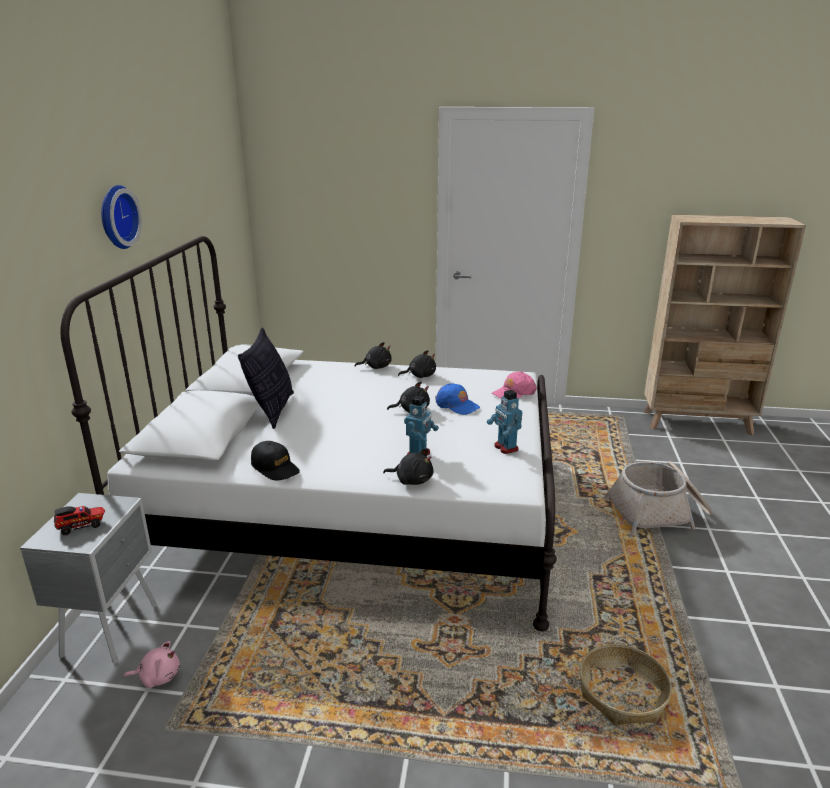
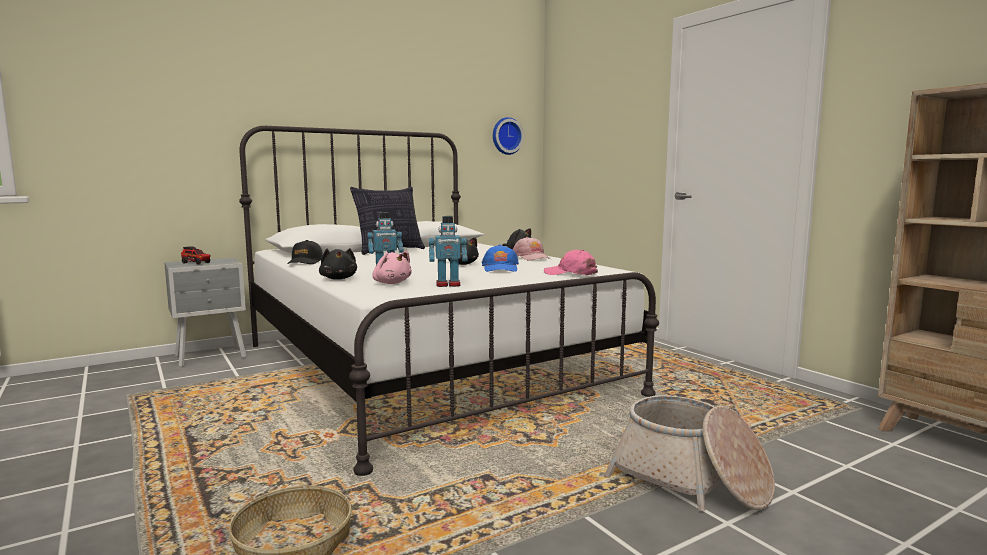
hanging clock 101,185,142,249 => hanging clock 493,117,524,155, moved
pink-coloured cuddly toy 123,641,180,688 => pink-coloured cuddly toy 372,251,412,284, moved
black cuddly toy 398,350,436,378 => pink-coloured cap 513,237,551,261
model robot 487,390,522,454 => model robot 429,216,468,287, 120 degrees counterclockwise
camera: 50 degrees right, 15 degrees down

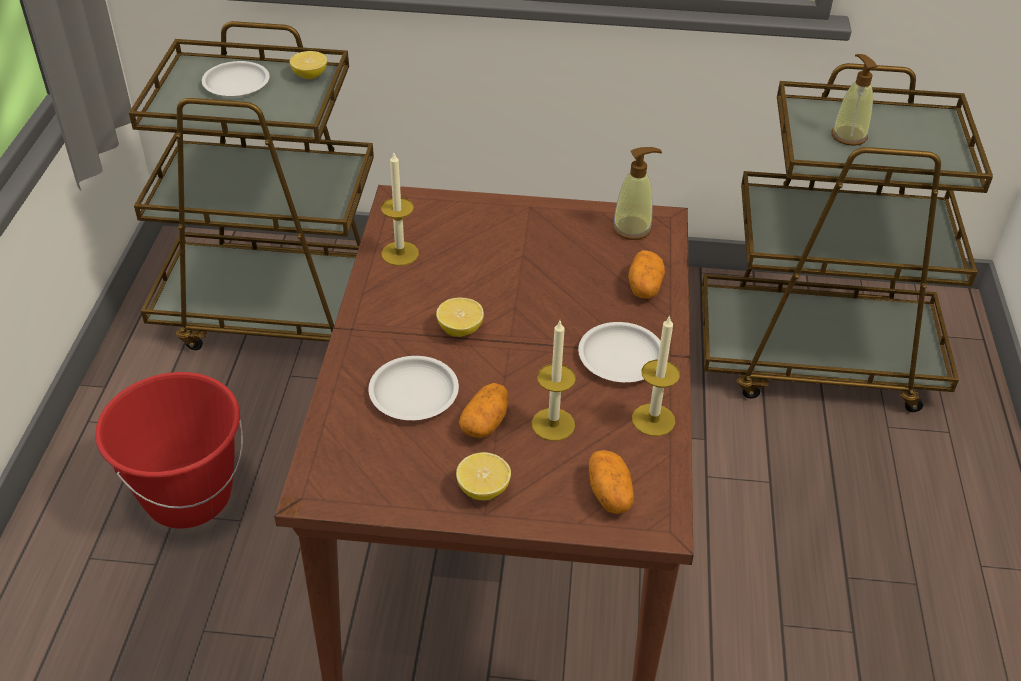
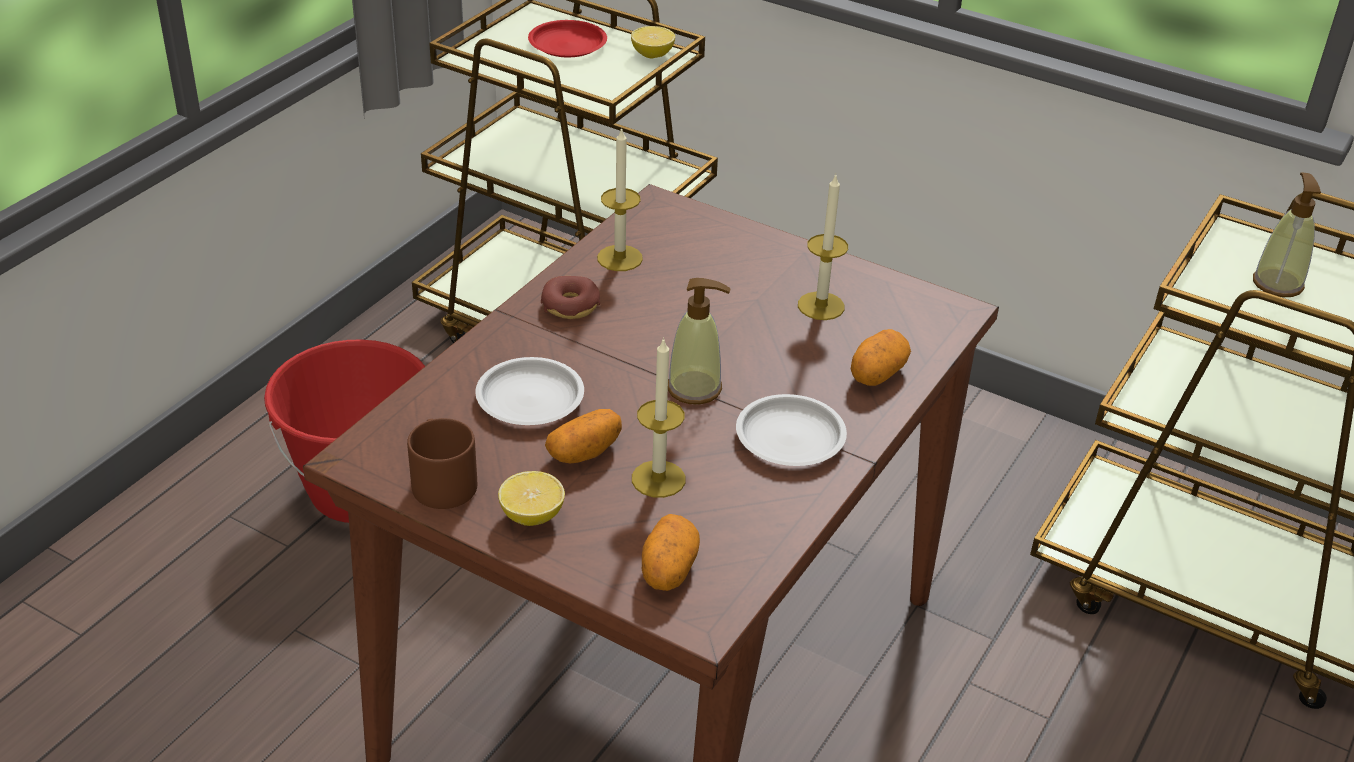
white-coloured flat dish 202,61,270,97 => reddish flat dish 528,20,607,57
citrus fruit 436,298,484,337 => nothing
soap dispenser 612,147,662,240 => soap dispenser 668,278,731,404, moved
wax light 632,315,680,436 => wax light 798,174,848,320, moved
nothing => brown-coloured tea mug 407,418,477,509
nothing => donut 541,276,600,319
camera: 25 degrees right, 5 degrees down

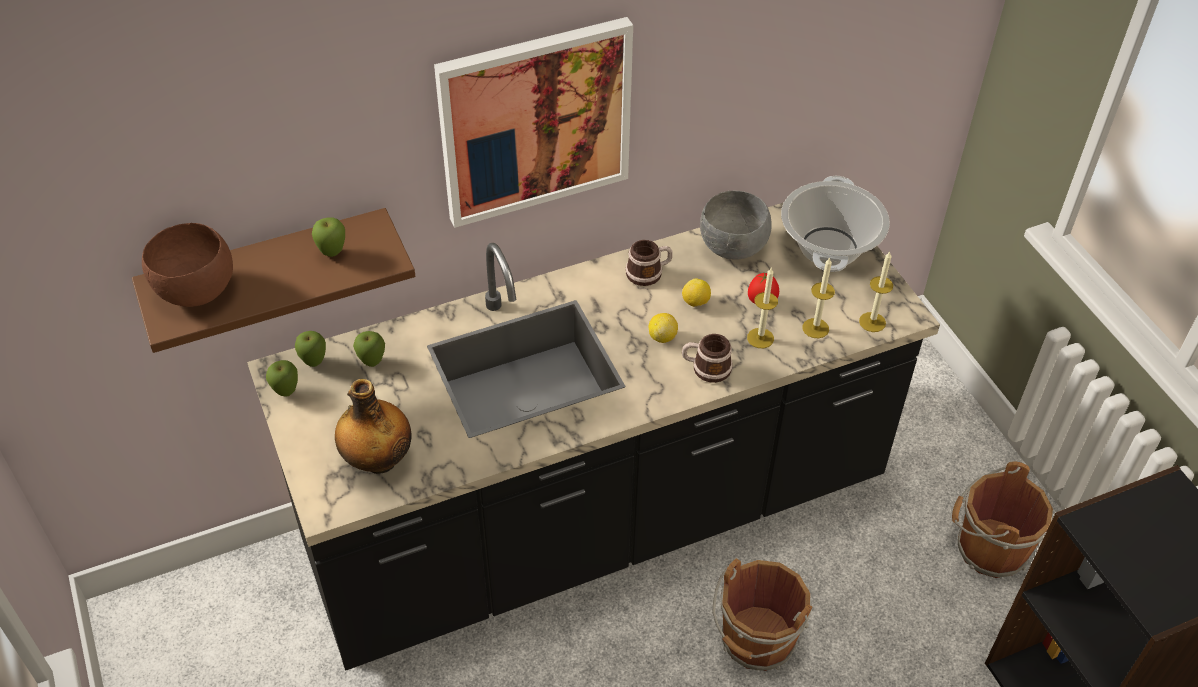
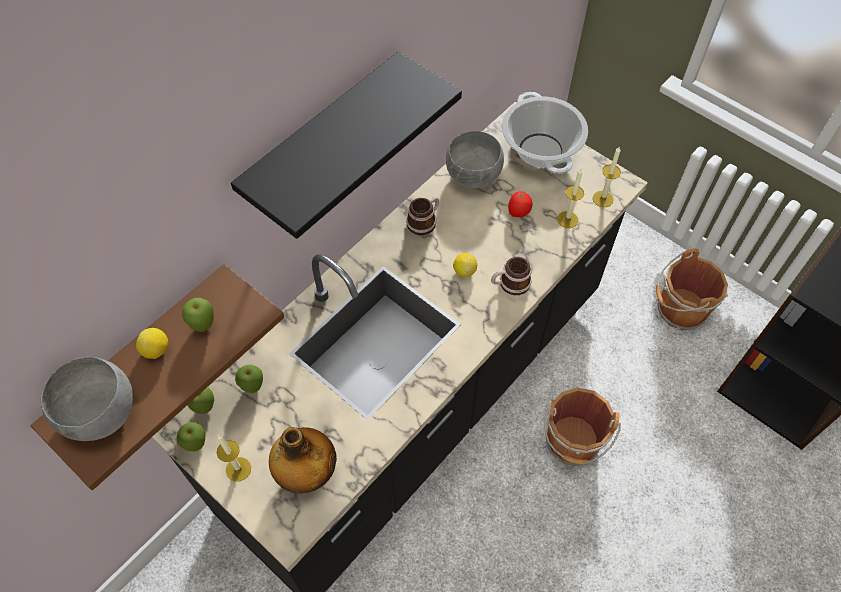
brown-coloured serving bowl 142,223,233,307 => gray serving bowl 41,357,133,441
wall art 434,17,633,228 => black wall shelf 231,52,462,239
citrus fruit 682,278,711,307 => citrus fruit 136,328,168,359, moved
wax light 747,268,778,348 => wax light 217,434,251,482, moved
camera: 25 degrees left, 10 degrees up

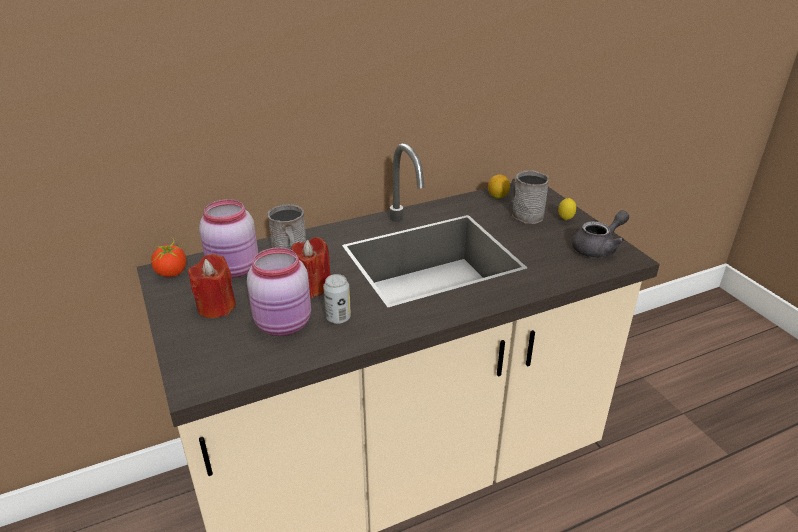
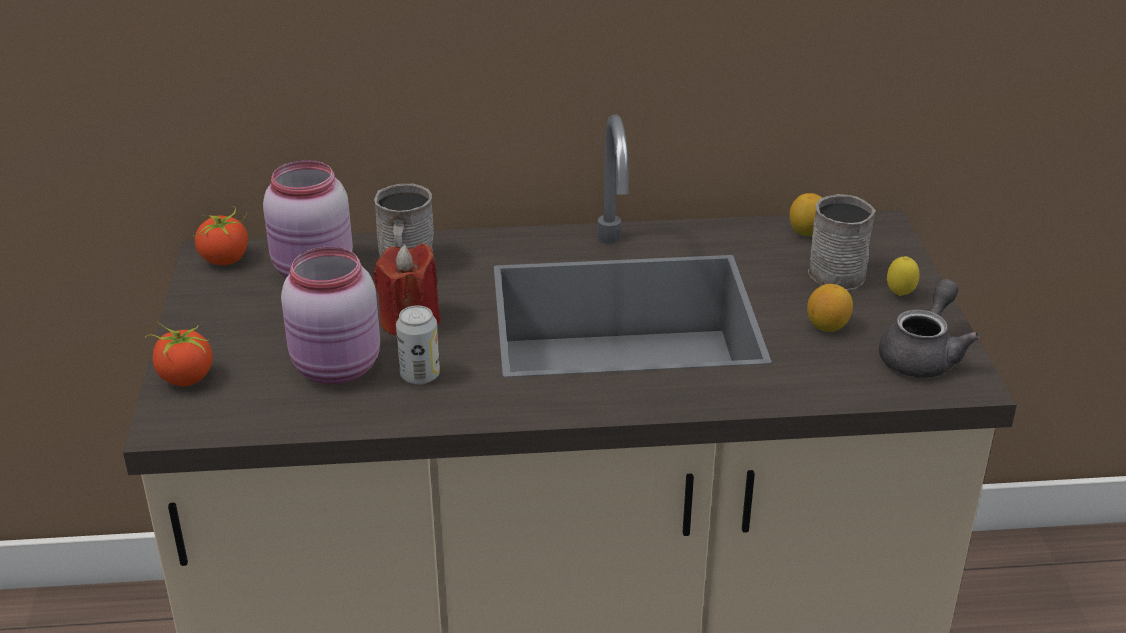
reddish wax light 188,254,236,318 => nothing
gray teapot 572,211,629,258 => gray teapot 879,279,980,378, 45 degrees counterclockwise
nothing => tomato 145,321,213,387
nothing => citrus fruit 807,284,853,332
camera: 20 degrees right, 0 degrees up

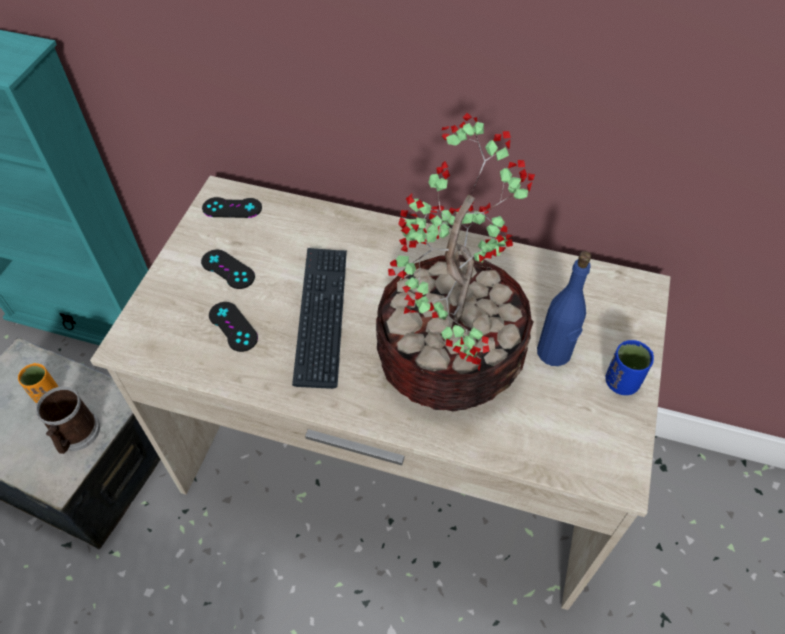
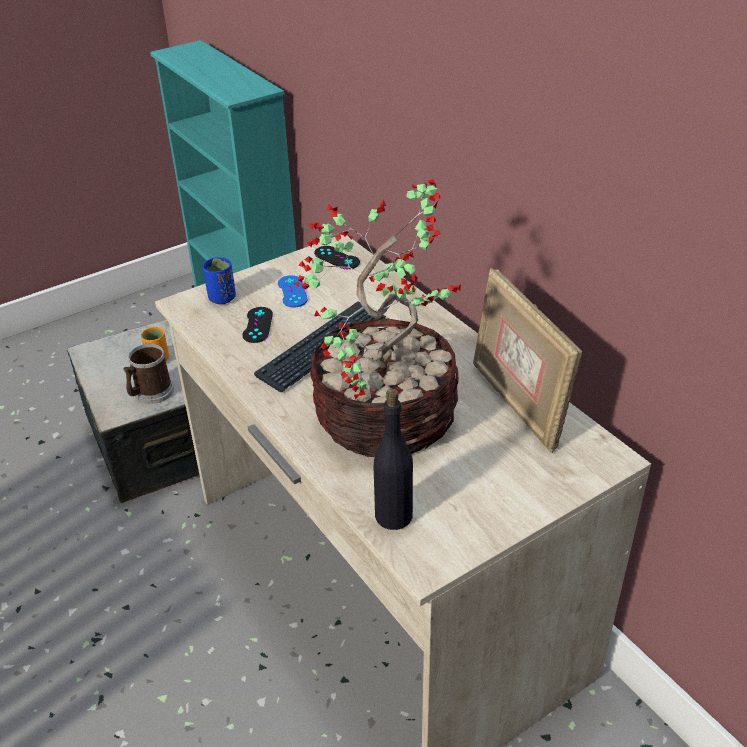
black game controller 201,250,255,289 => blue game controller 278,275,308,308
blue bottle 537,251,591,366 => nothing
blue drinking cup 605,340,654,395 => blue drinking cup 203,257,236,304, moved
nothing => black bottle 374,389,413,530
nothing => picture frame 473,268,582,453
camera: 40 degrees right, 15 degrees down

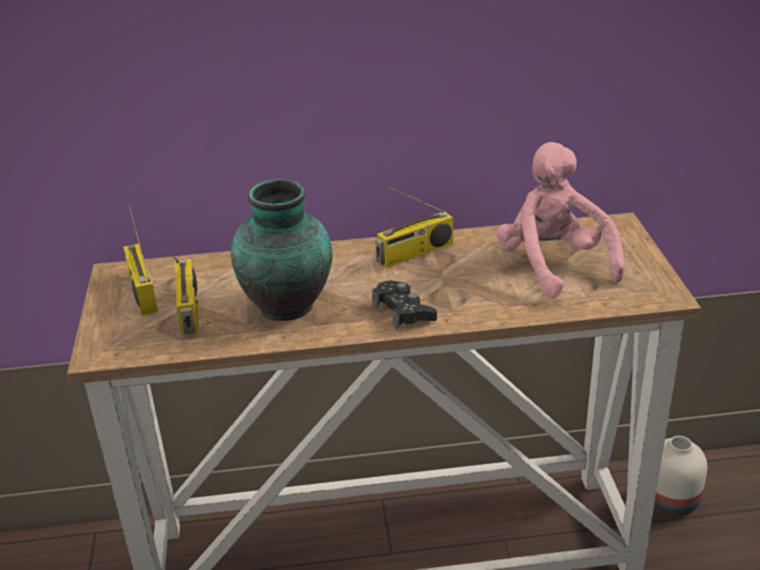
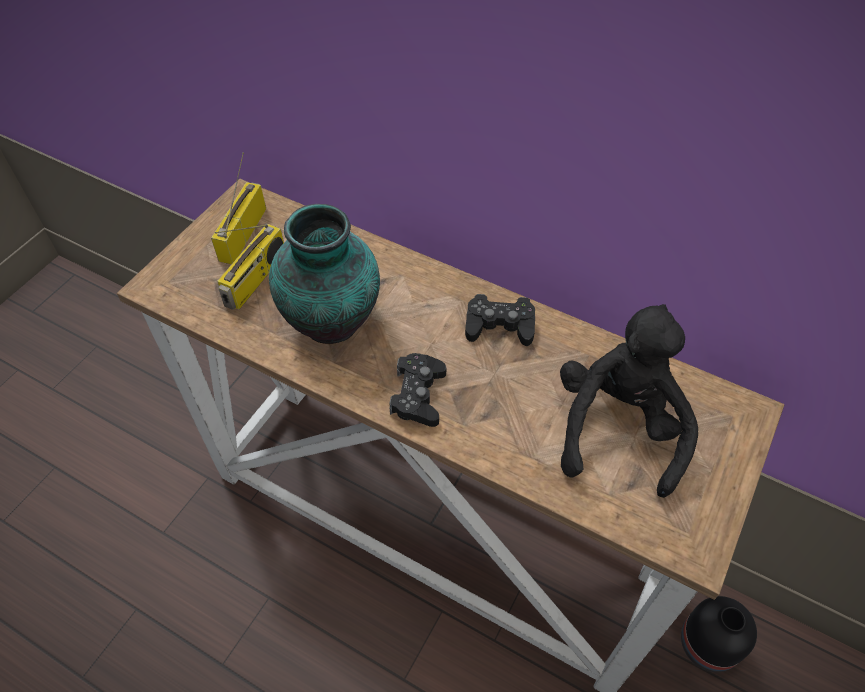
radio 375,186,453,268 => black game controller 465,294,535,346
pink-coloured cuddly toy 496,142,625,299 => black cuddly toy 560,304,698,498
white-coloured decorative vase 654,436,707,517 => black decorative vase 681,596,757,672
camera: 35 degrees right, 20 degrees up

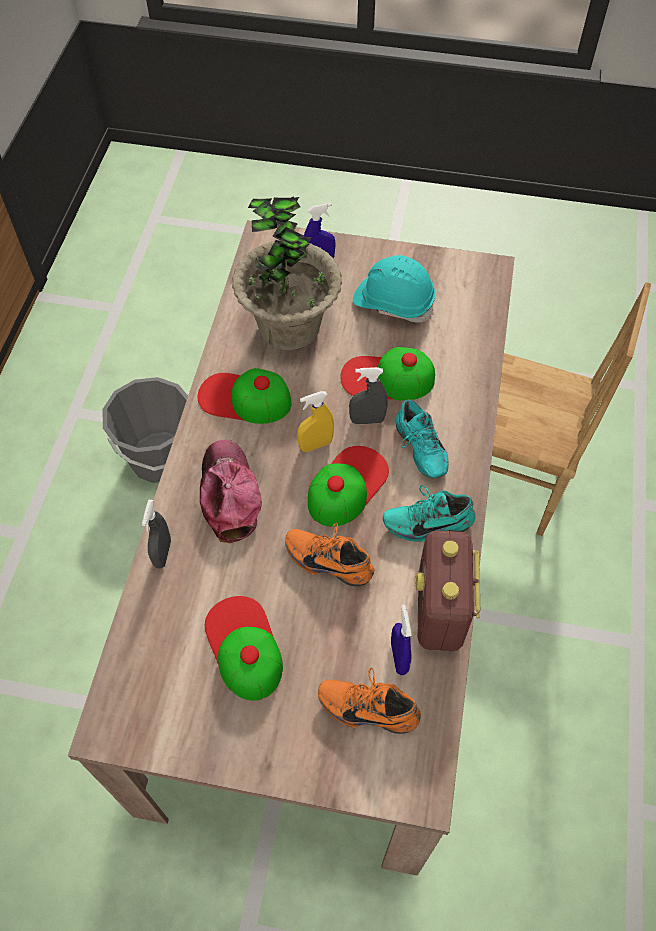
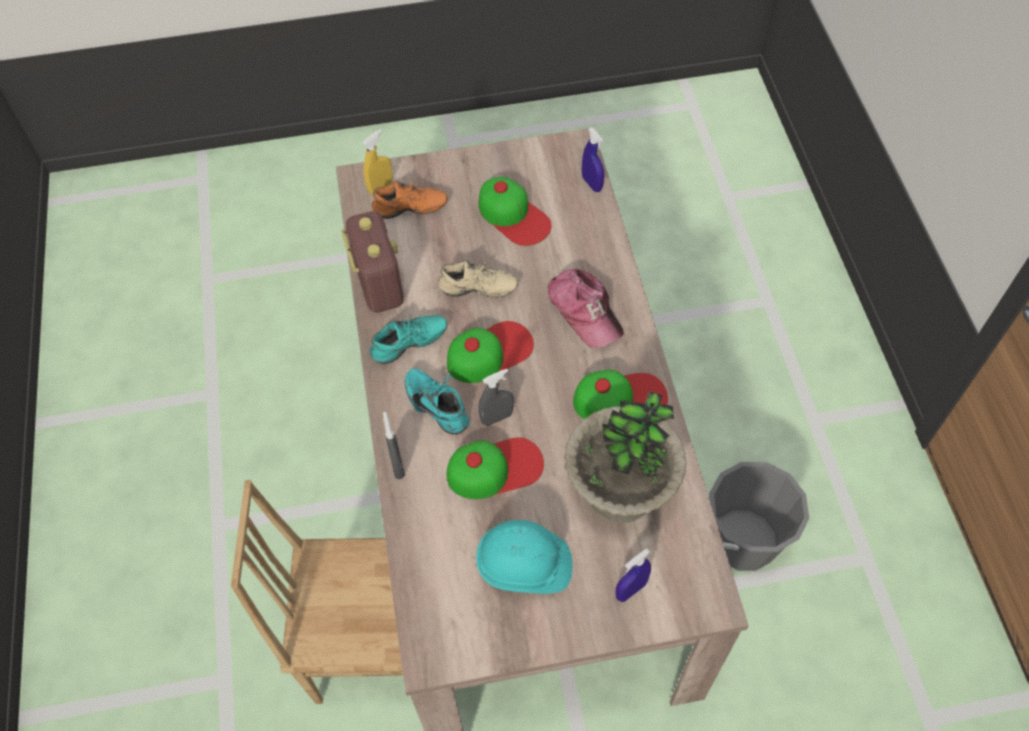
gray spray bottle 142,499,171,569 => gray spray bottle 383,412,405,479, moved
orange-coloured shoe 285,522,375,586 => sand-coloured shoe 438,260,518,298
yellowish spray bottle 297,391,334,452 => yellowish spray bottle 363,129,393,195, moved
cap 308,446,389,527 => cap 447,321,534,383, 135 degrees counterclockwise
blue spray bottle 391,604,412,675 => blue spray bottle 582,127,604,192, moved
camera: 160 degrees right, 0 degrees up

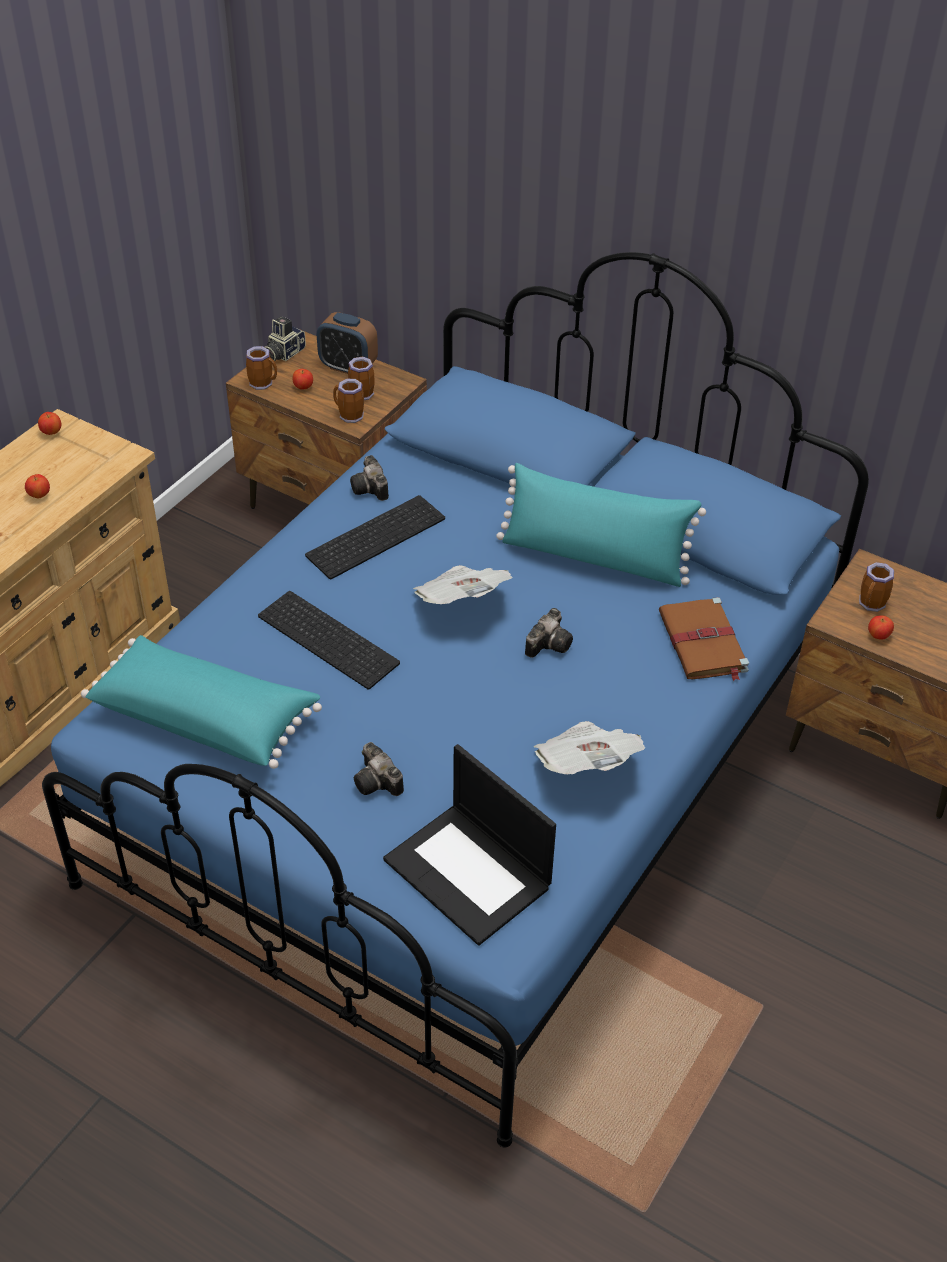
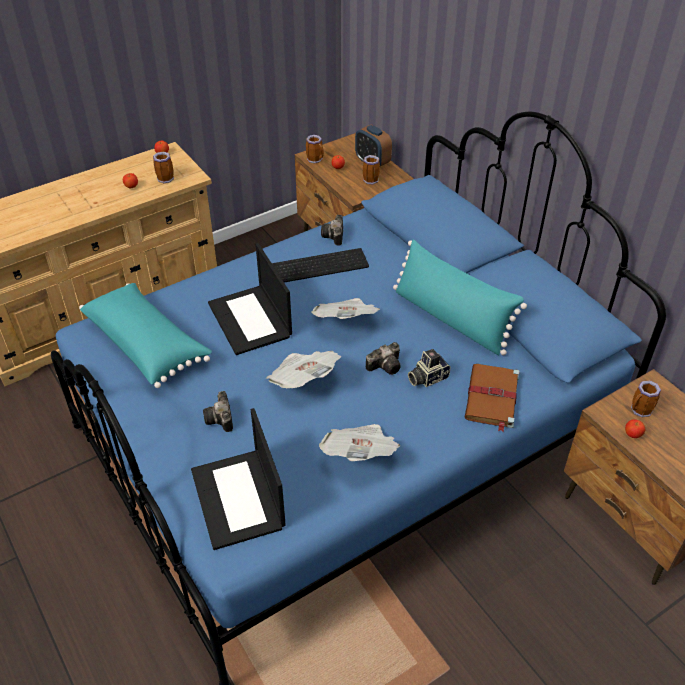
computer keyboard 258,591,400,690 => laptop 208,243,292,355
photo camera 265,316,306,361 => photo camera 408,349,450,387, moved
tea mug 333,379,364,423 => tea mug 153,151,174,183, moved
nothing => printed paper 266,351,341,388
camera: 25 degrees right, 0 degrees up

